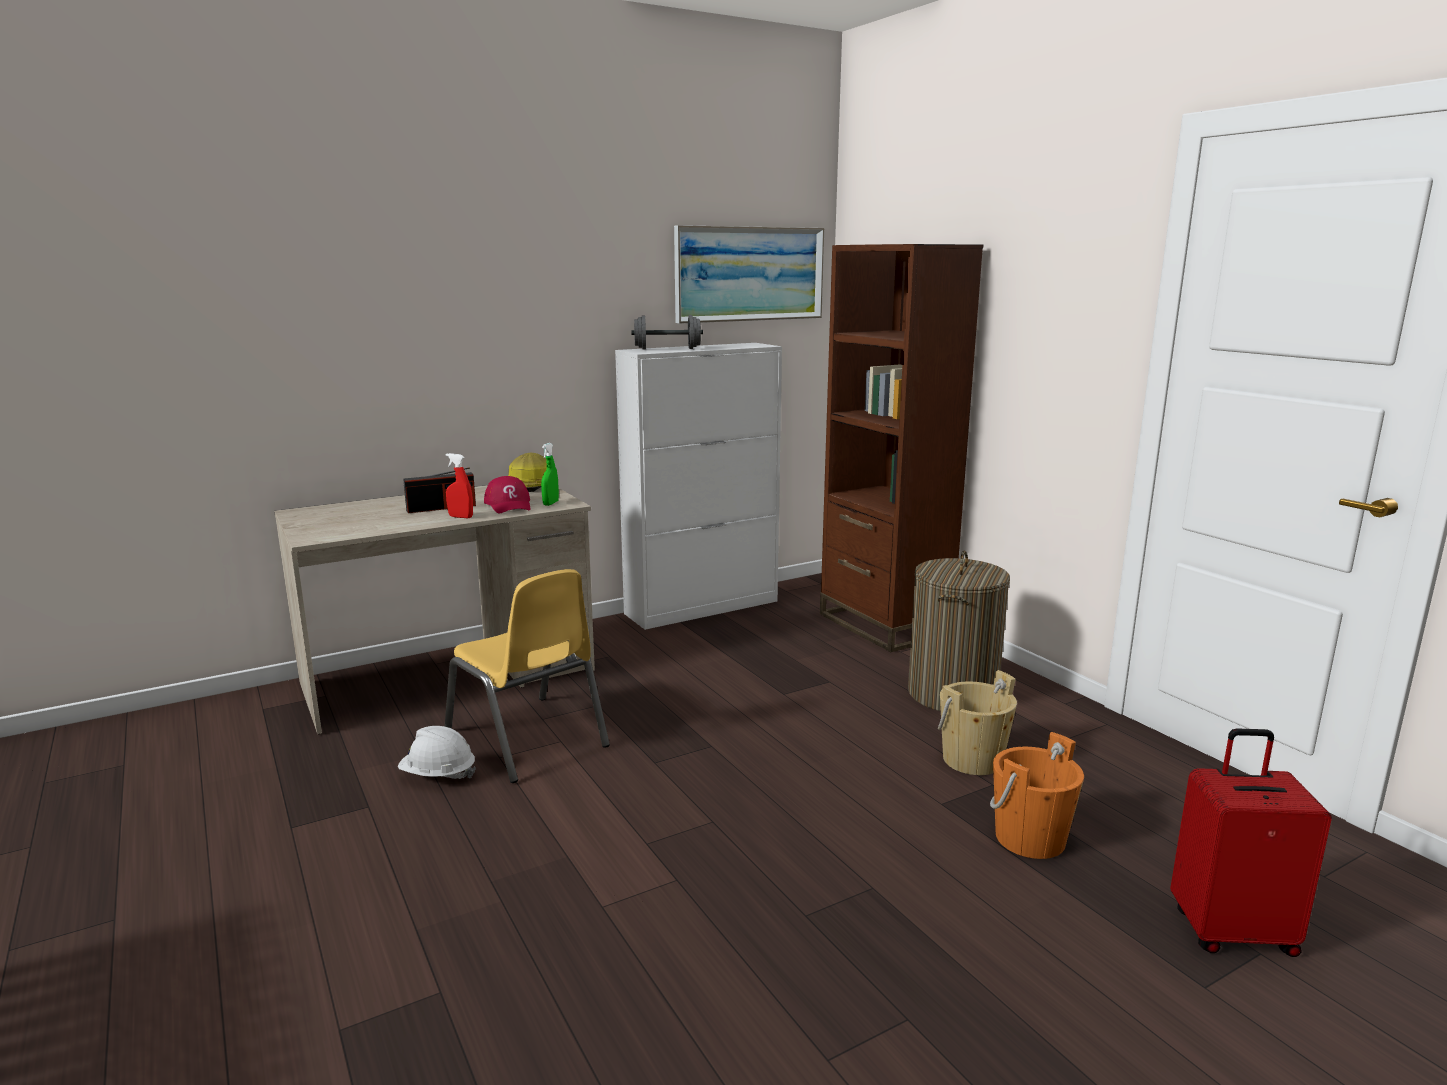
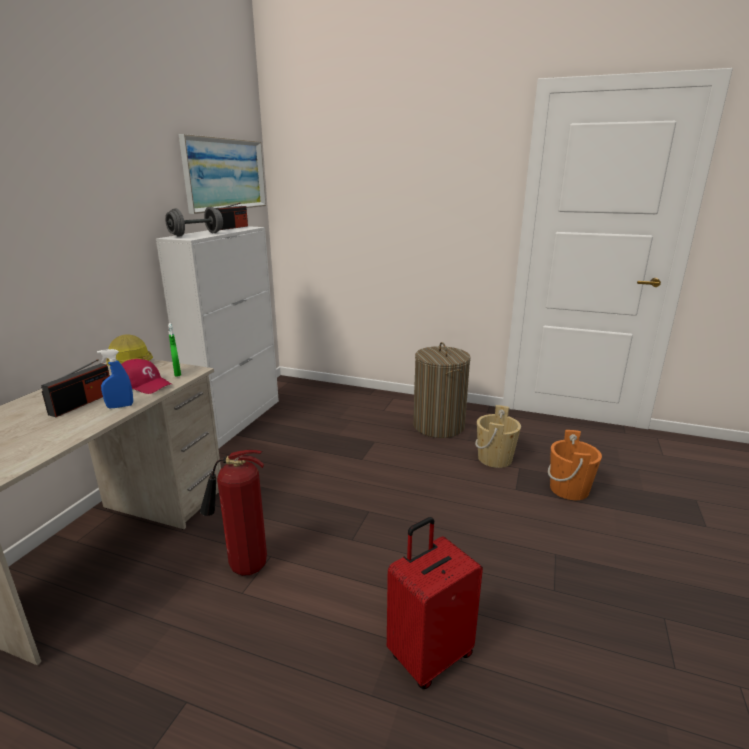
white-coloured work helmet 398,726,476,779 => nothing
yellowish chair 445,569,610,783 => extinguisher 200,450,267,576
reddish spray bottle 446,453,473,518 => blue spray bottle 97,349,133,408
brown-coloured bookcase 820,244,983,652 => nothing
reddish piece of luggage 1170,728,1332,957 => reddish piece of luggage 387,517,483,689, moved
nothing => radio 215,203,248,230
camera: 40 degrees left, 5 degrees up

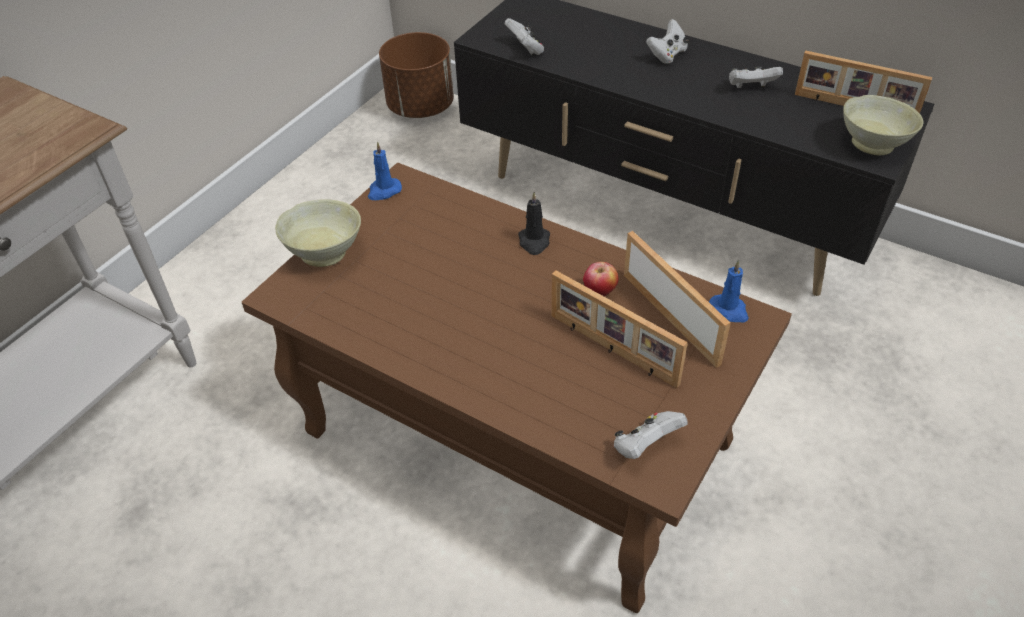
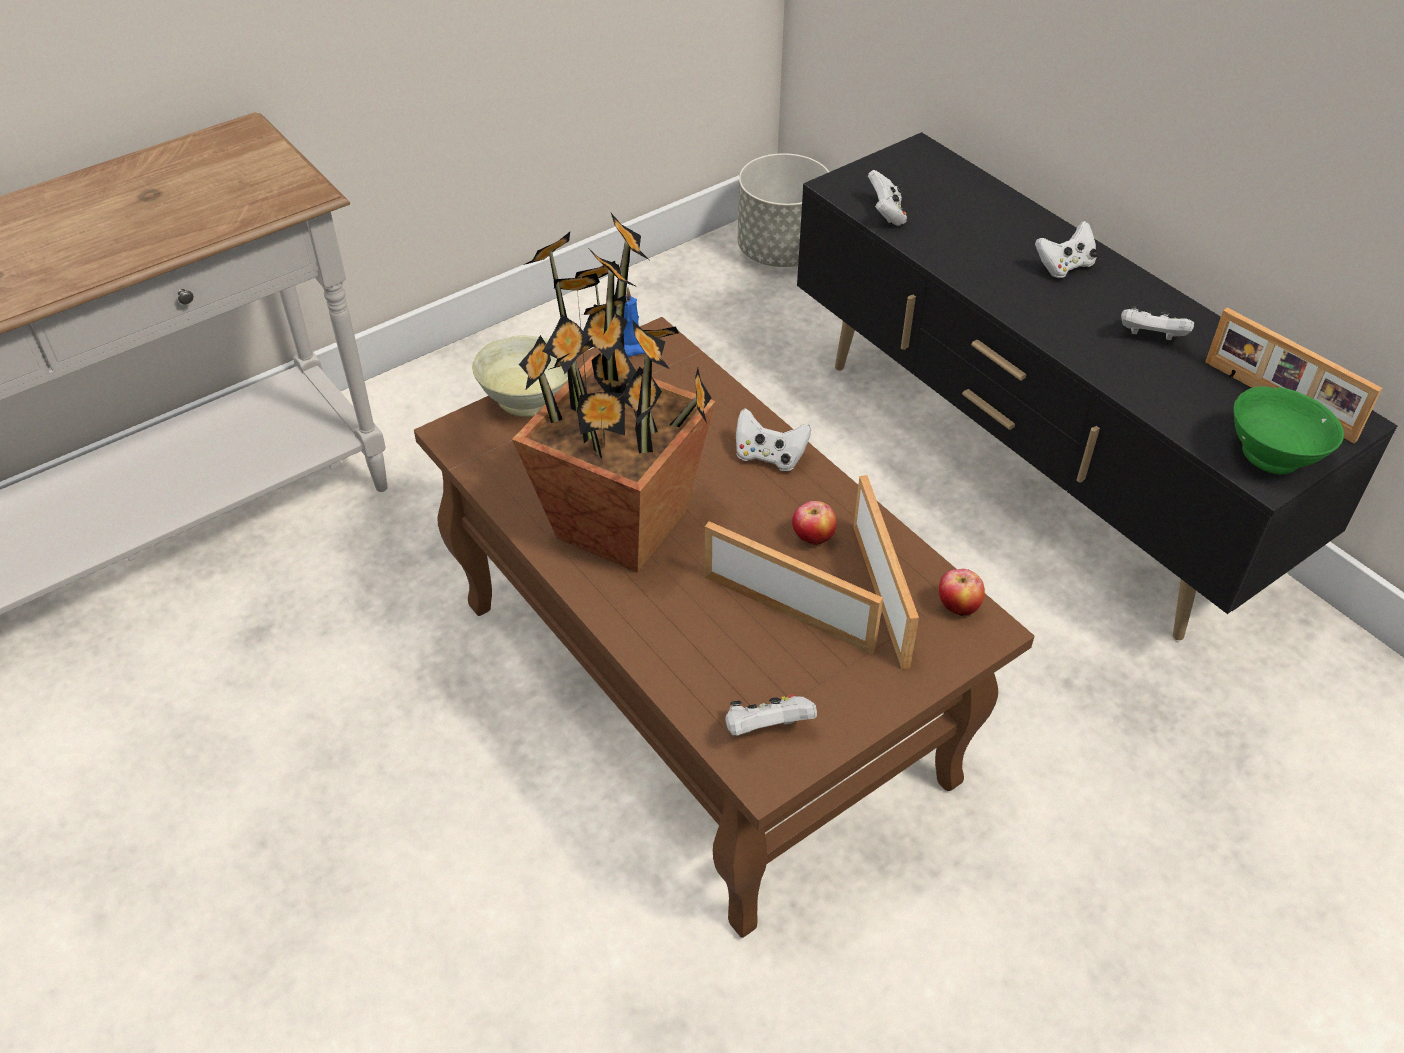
brown-coloured flower pot 379,32,454,118 => gray flower pot 738,153,829,267
black wax light 518,192,550,255 => white-coloured game controller 736,408,811,471
picture frame 551,270,688,388 => picture frame 705,521,883,654, 150 degrees clockwise
blue wax light 709,260,749,322 => apple fruit 939,569,985,616
sand-coloured serving bowl 843,95,924,155 => green serving bowl 1233,386,1344,474
nothing => houseplant 512,213,716,573
camera: 20 degrees right, 0 degrees up

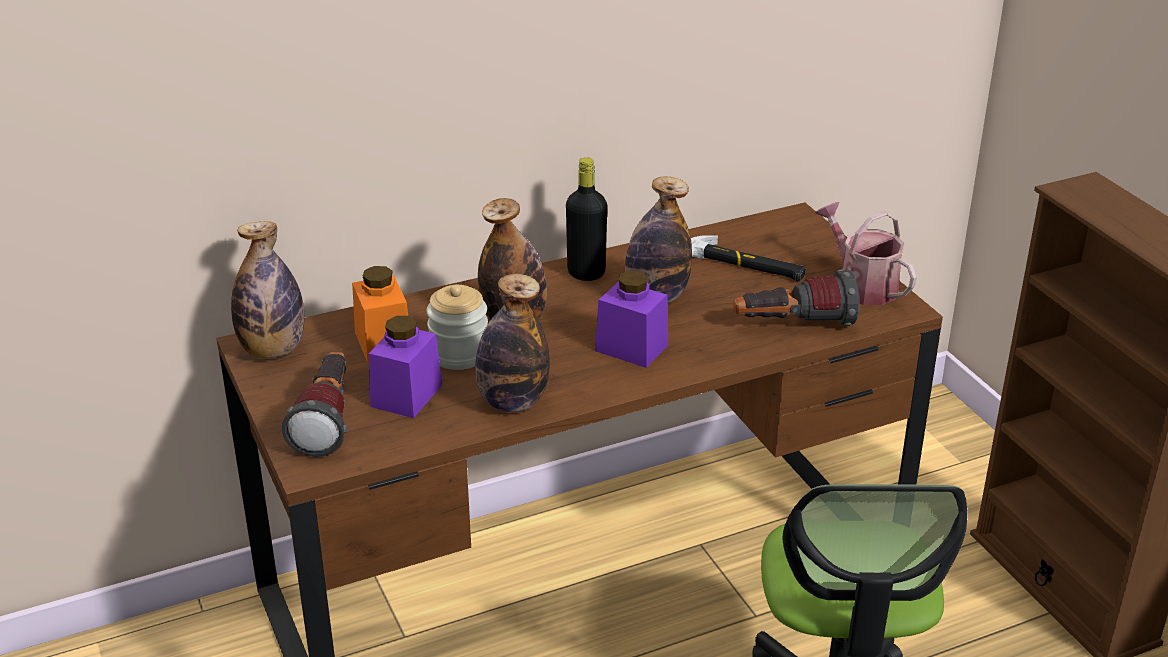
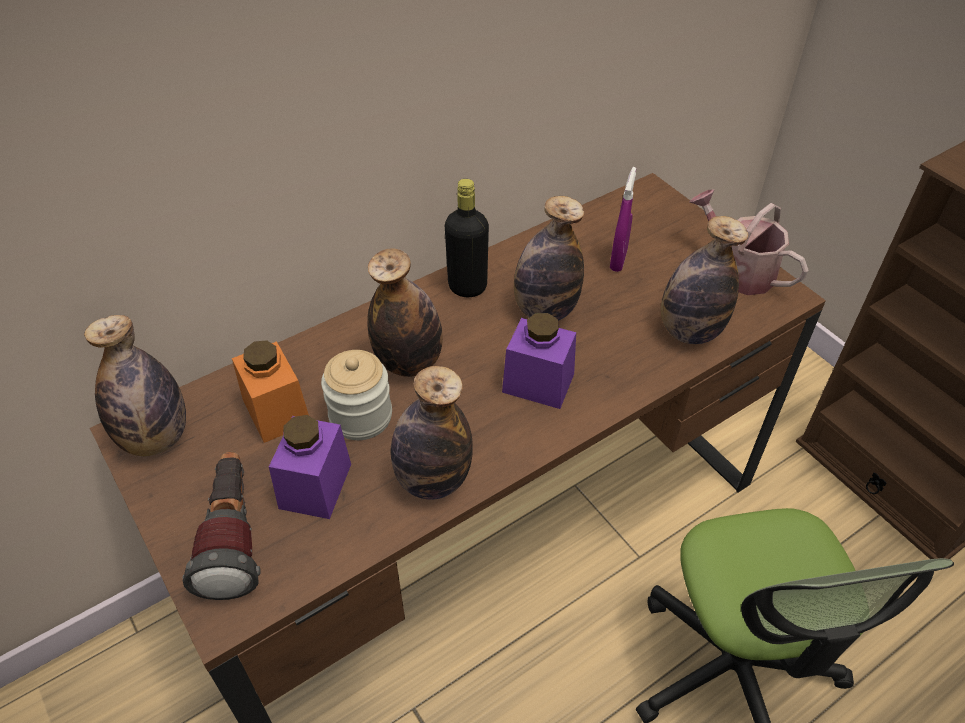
hammer 691,235,806,281 => purple-coloured spray bottle 610,167,636,272
hand torch 734,270,859,326 => bottle 661,216,748,344
camera: 10 degrees left, 15 degrees up

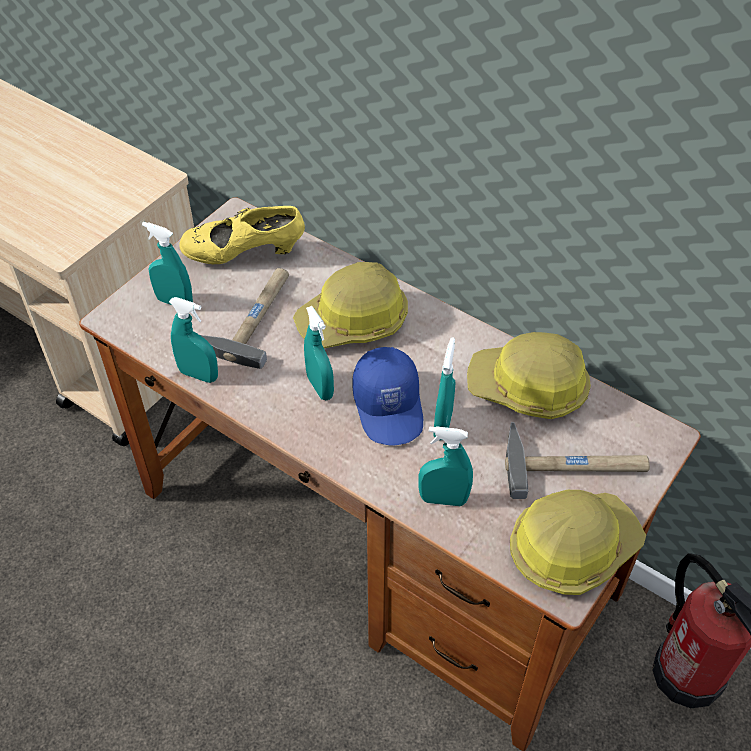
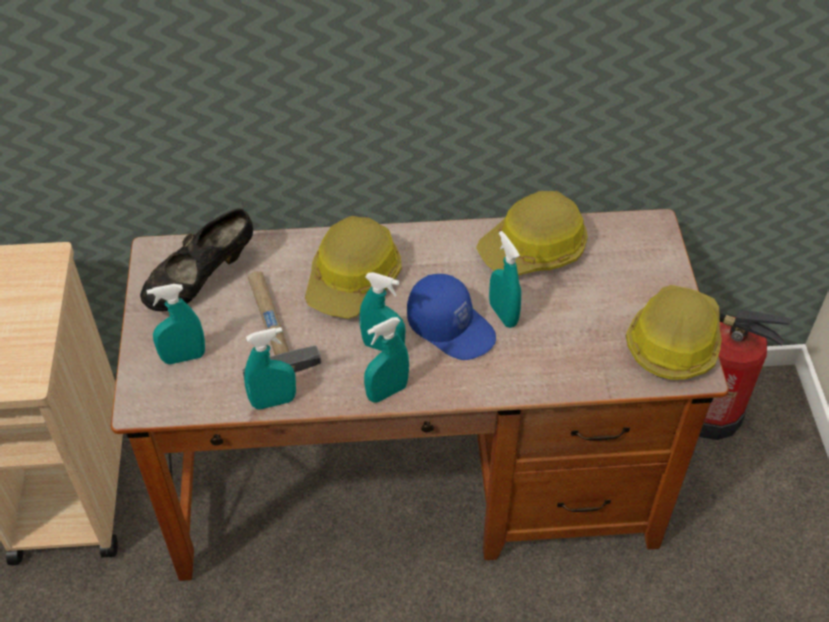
yellowish shoe 179,206,305,264 => black shoe 140,208,253,312
turquoise spray bottle 419,426,473,506 => turquoise spray bottle 364,317,409,402, moved
hammer 505,422,650,499 => nothing
camera: 40 degrees left, 0 degrees up

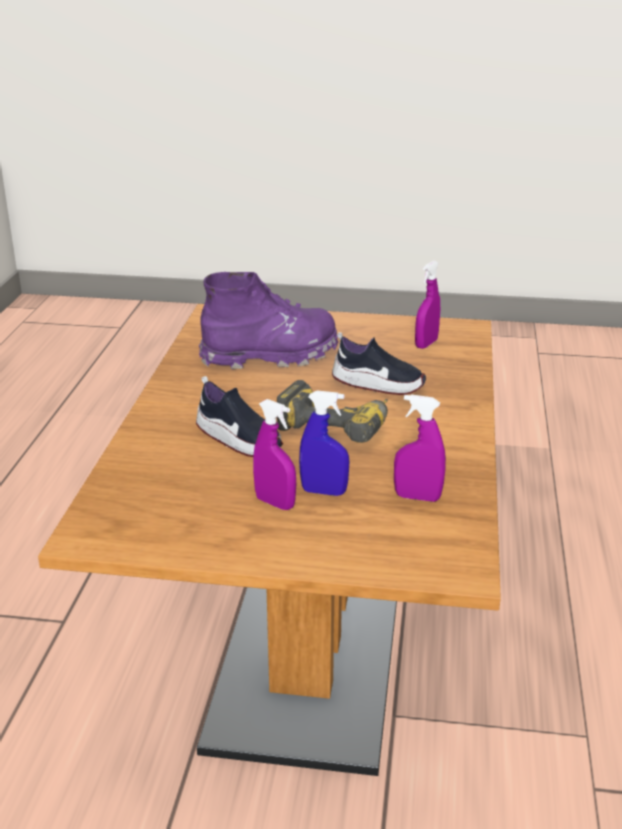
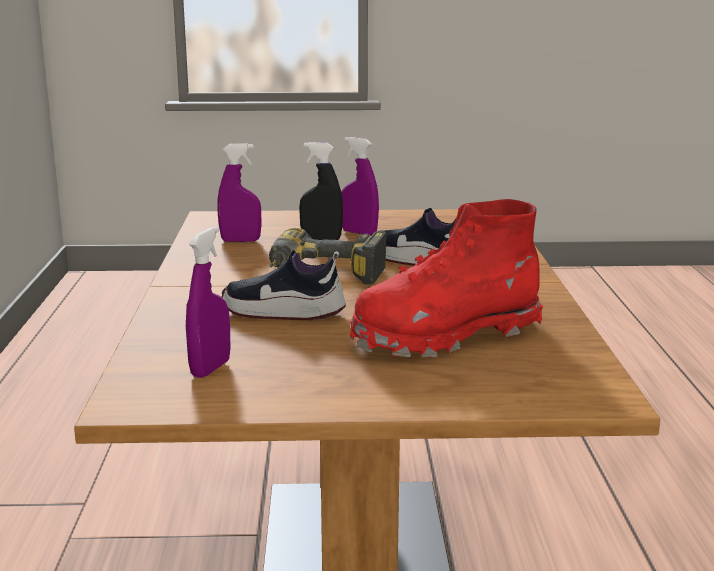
purple-coloured boot 199,272,338,369 => reddish boot 350,199,543,358
blue spray bottle 299,390,349,496 => black spray bottle 299,142,343,240
camera: 170 degrees right, 10 degrees down

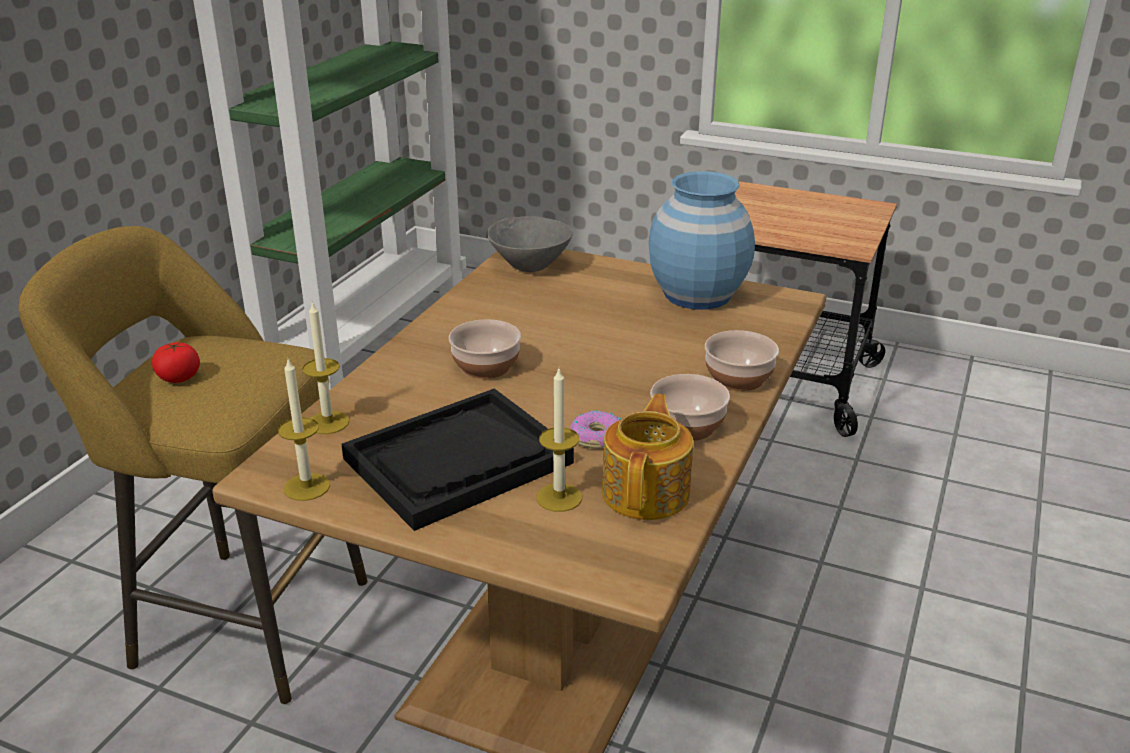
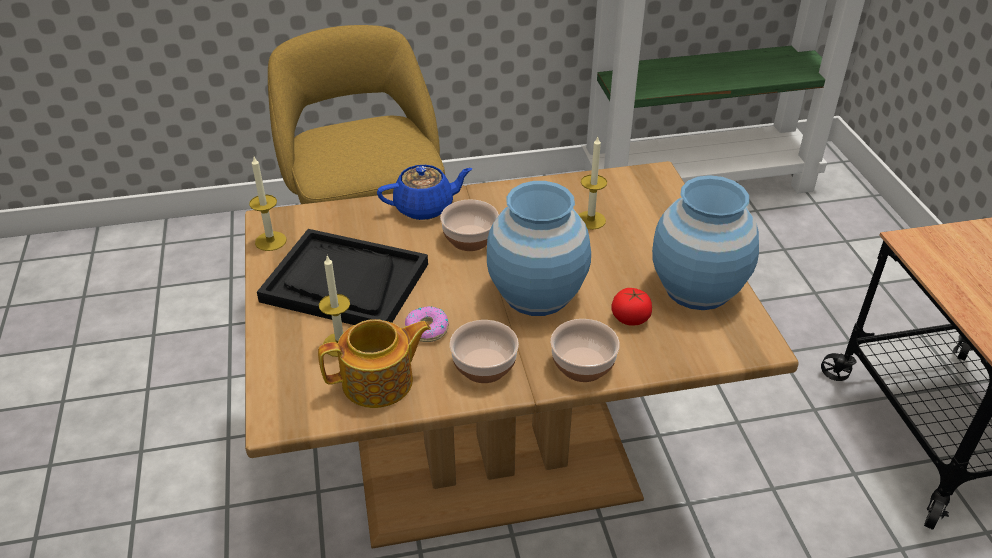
tomato 152,341,200,383 => tomato 611,288,652,326, moved
wax light 302,301,349,434 => wax light 579,137,607,230, moved
gray serving bowl 487,216,573,272 => nothing
nothing => blue teapot 377,165,473,220
nothing => blue decorative vase 487,181,591,316
camera: 55 degrees right, 10 degrees up

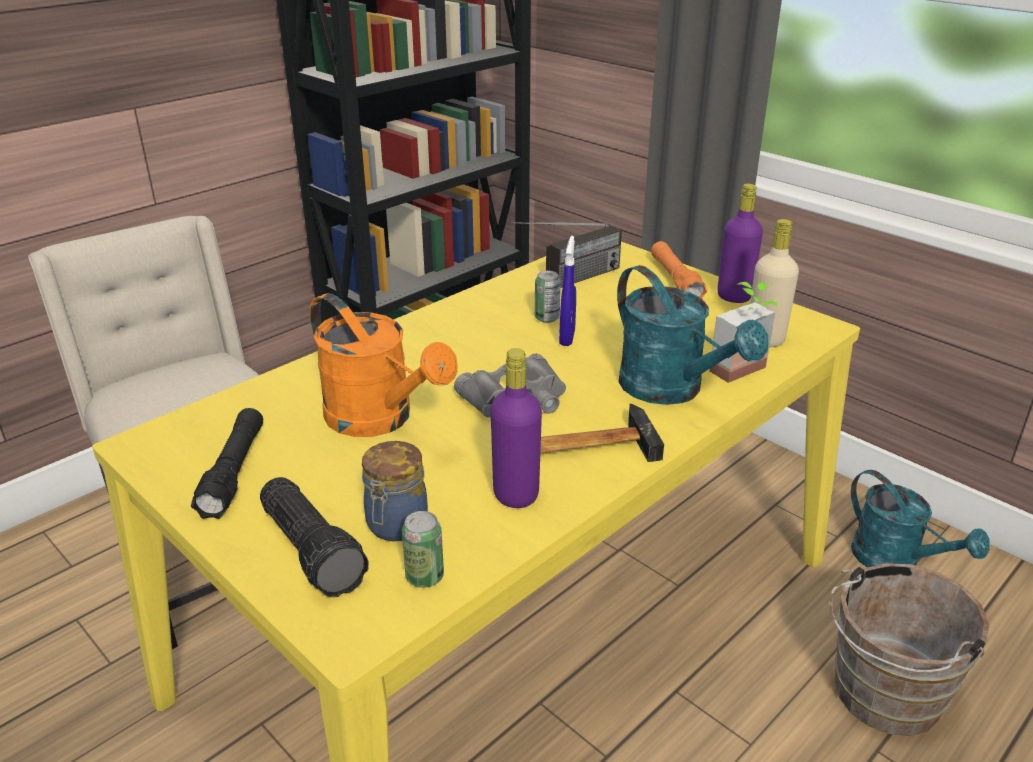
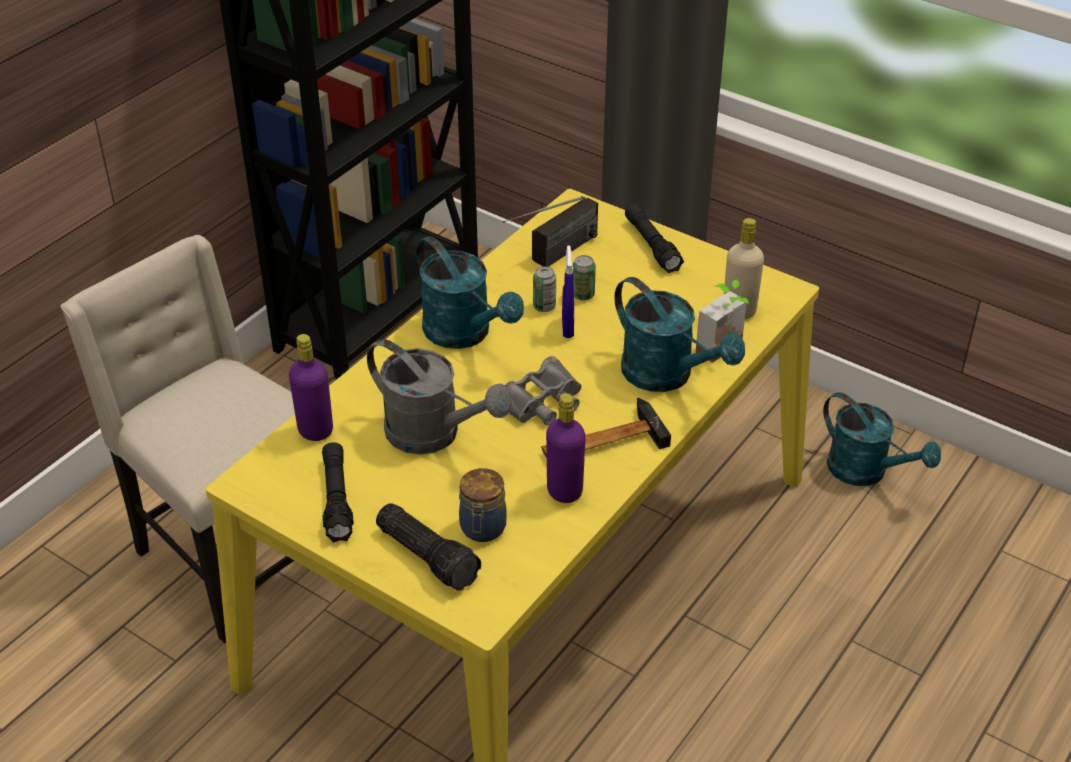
orange-coloured watering pot 310,293,458,437 => gray watering pot 367,339,512,454
can 402,511,444,588 => can 573,255,596,301, moved
orange-coloured hand torch 651,241,707,298 => black hand torch 625,204,684,273
purple-coloured bottle 717,184,763,303 => purple-coloured bottle 289,334,333,441, moved
brown-coloured water bucket 830,563,989,736 => nothing
nothing => turquoise watering pot 416,236,524,349
camera: 10 degrees left, 10 degrees up

